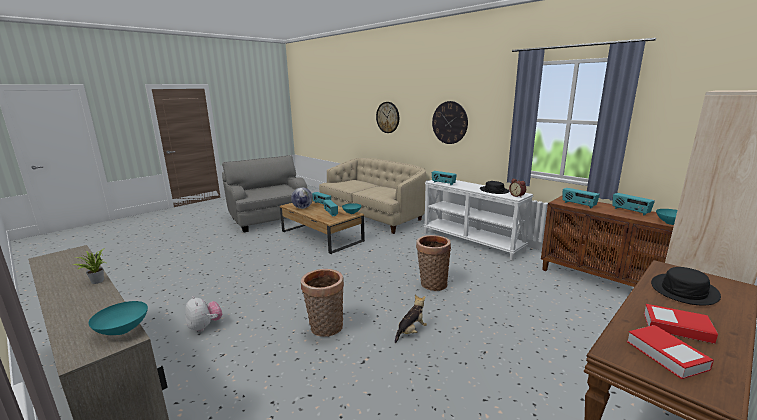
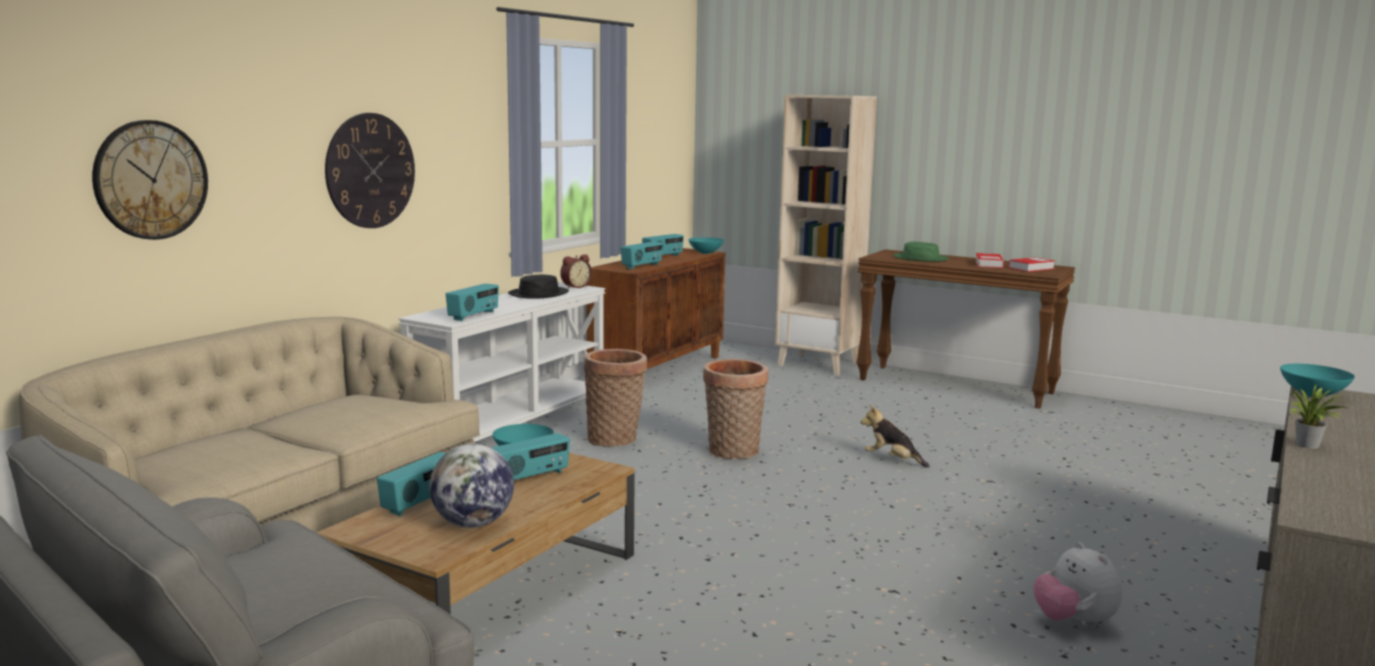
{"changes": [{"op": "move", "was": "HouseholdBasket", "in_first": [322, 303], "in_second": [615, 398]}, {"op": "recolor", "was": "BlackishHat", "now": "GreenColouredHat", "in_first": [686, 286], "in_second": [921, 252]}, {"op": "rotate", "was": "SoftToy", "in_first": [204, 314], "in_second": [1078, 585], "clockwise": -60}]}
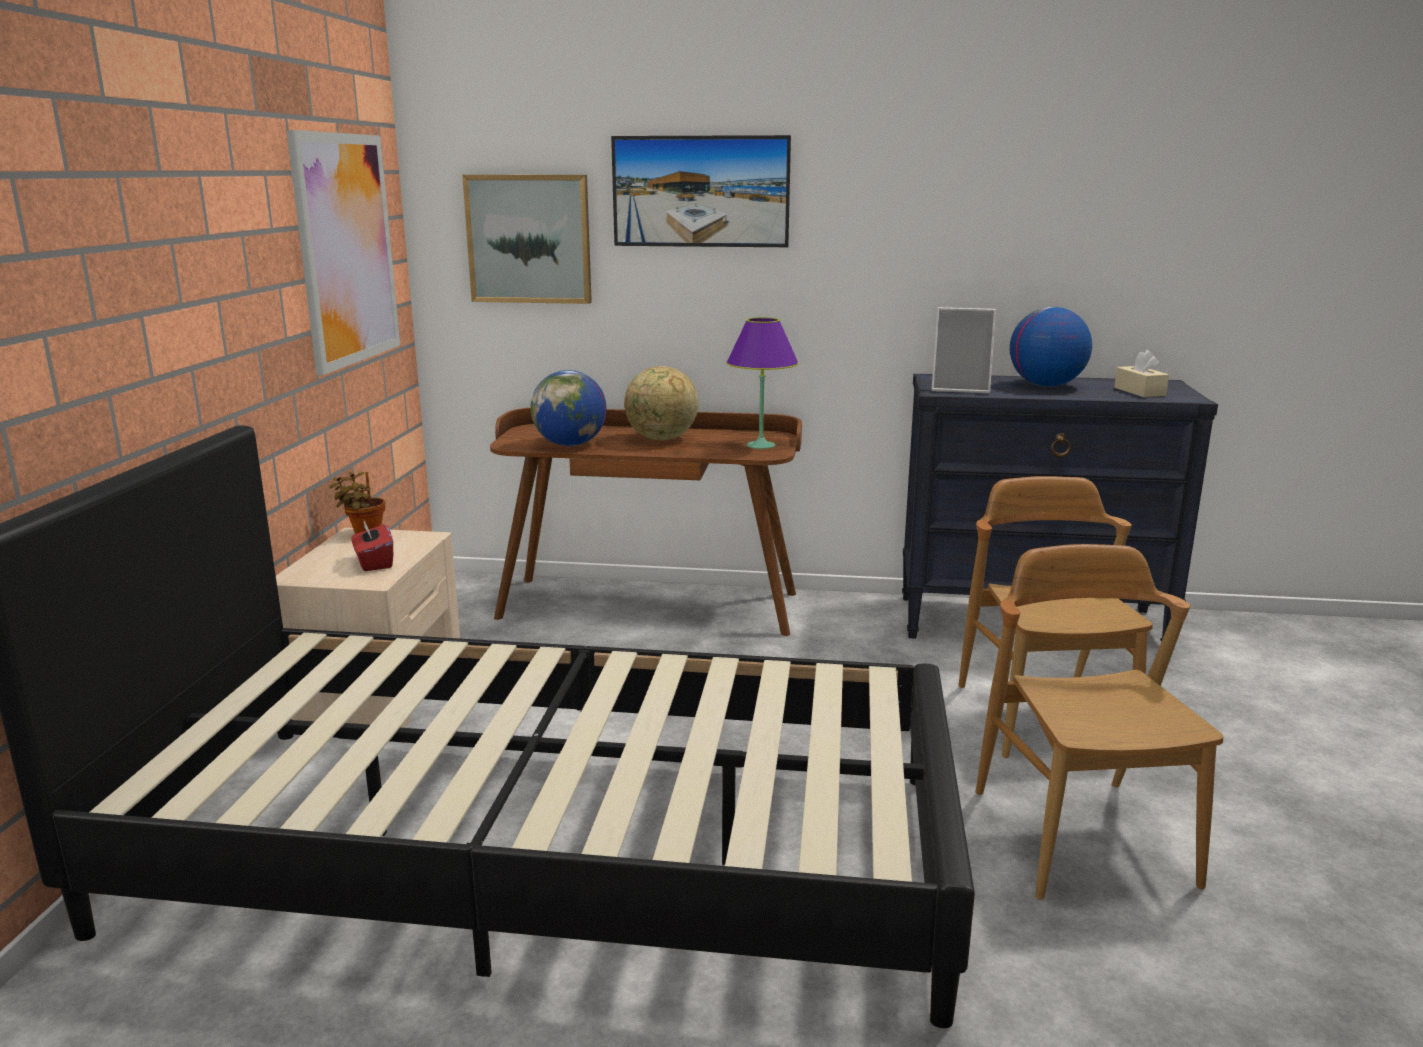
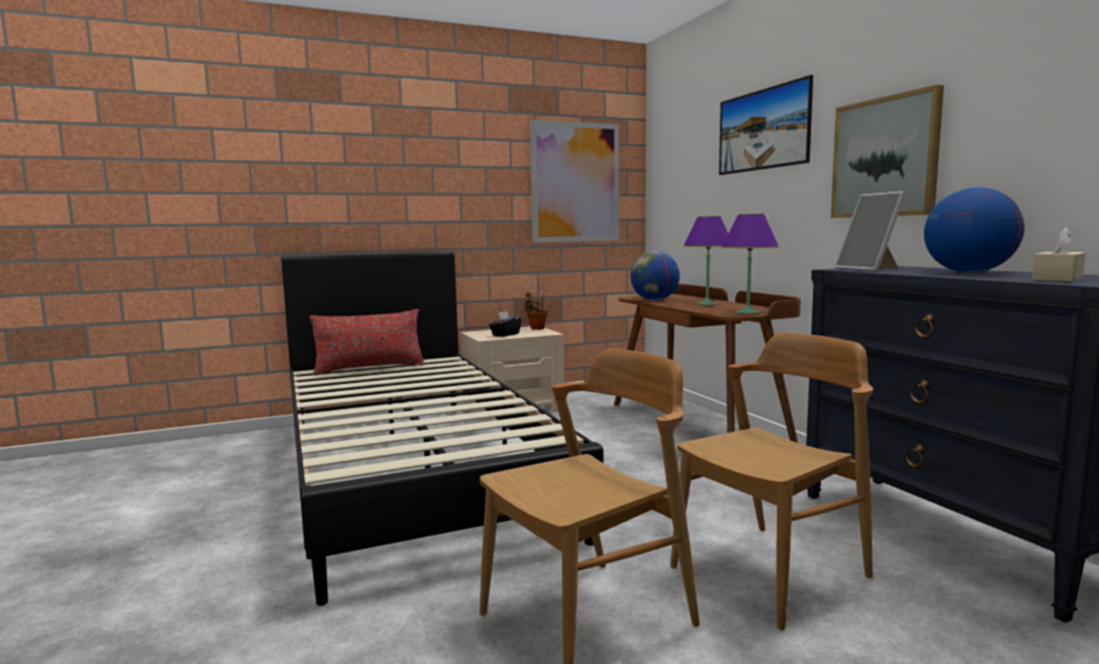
{"changes": [{"op": "insert", "now": "RedPillow", "in_second": [367, 342]}, {"op": "move", "was": "Picture", "in_first": [527, 239], "in_second": [887, 151]}, {"op": "replace", "was": "DeskGlobe", "now": "PurplishTableLamp", "in_first": [661, 403], "in_second": [705, 260]}, {"op": "recolor", "was": "RedTissueBox", "now": "BlackishTissueBox", "in_first": [372, 545], "in_second": [505, 324]}]}
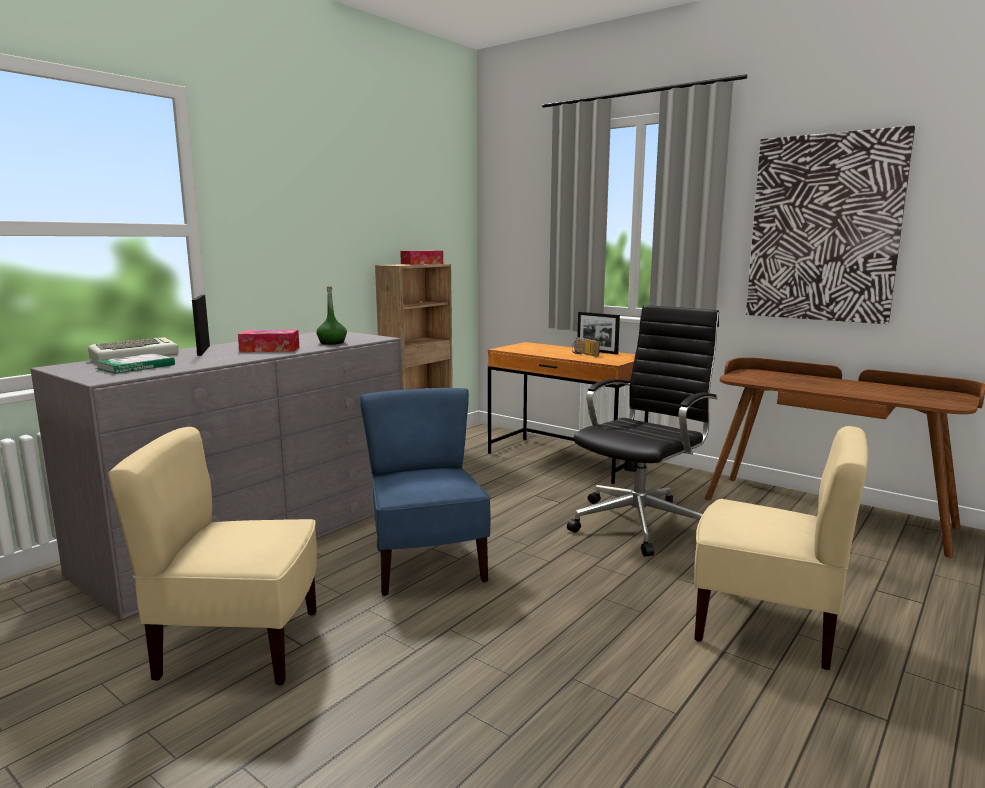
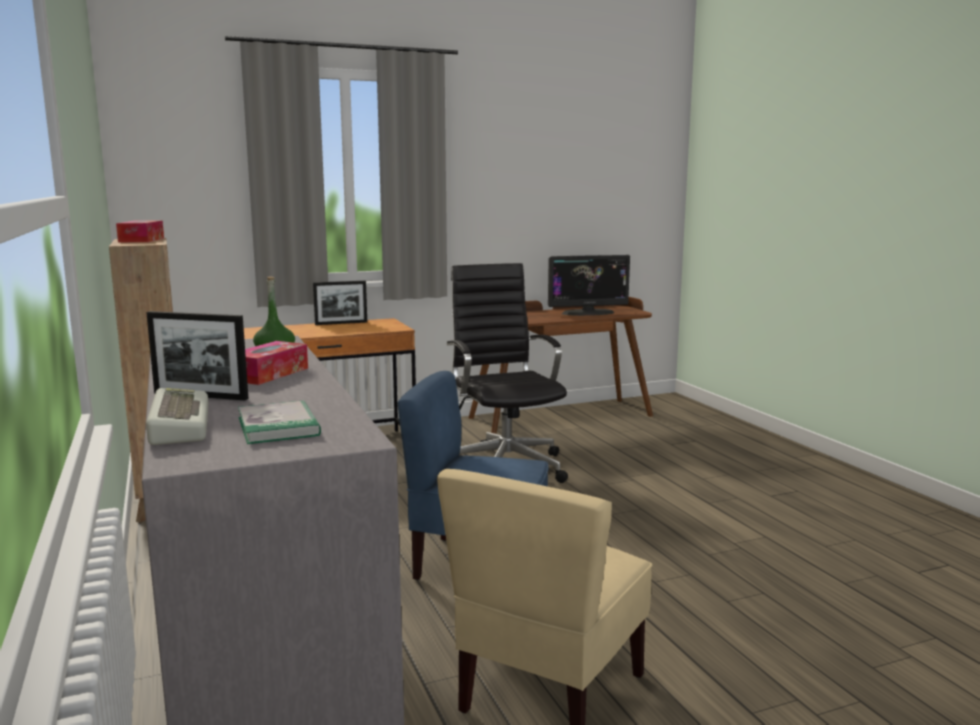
{"changes": [{"op": "delete", "was": "Radio", "in_first": [586, 347]}, {"op": "delete", "was": "SandColouredUprightChair", "in_first": [781, 548]}, {"op": "delete", "was": "Picture", "in_first": [830, 225]}, {"op": "insert", "now": "ComputerDisplay", "in_second": [589, 285]}]}
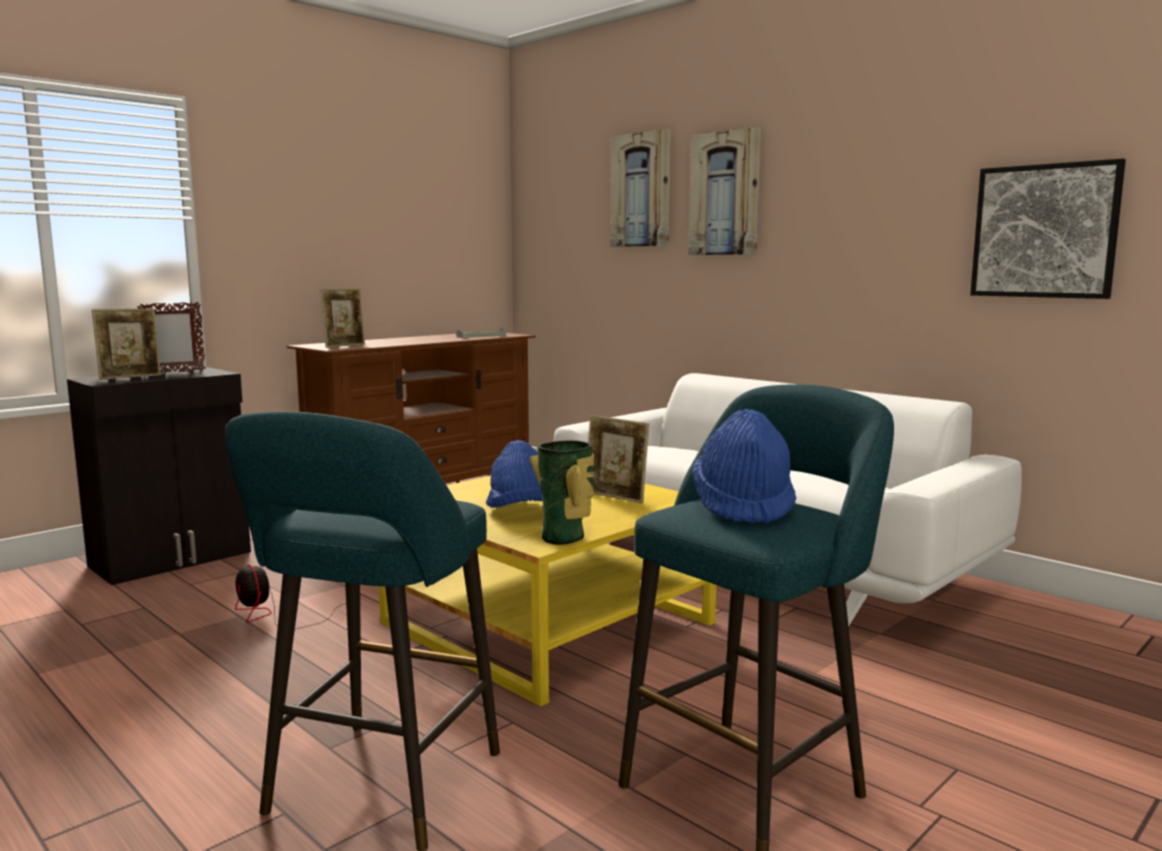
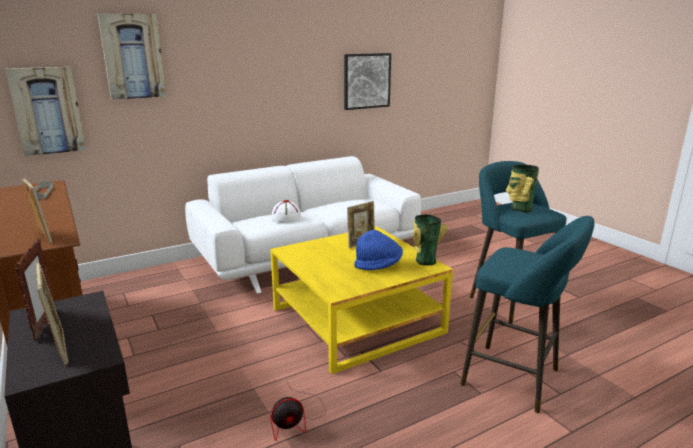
{"changes": [{"op": "insert", "now": "WhiteColouredHat", "in_second": [286, 211]}, {"op": "move", "was": "Picture", "in_first": [724, 191], "in_second": [45, 111]}, {"op": "replace", "was": "BlueColouredHat", "now": "DecorativeVase", "in_first": [744, 466], "in_second": [522, 188]}]}
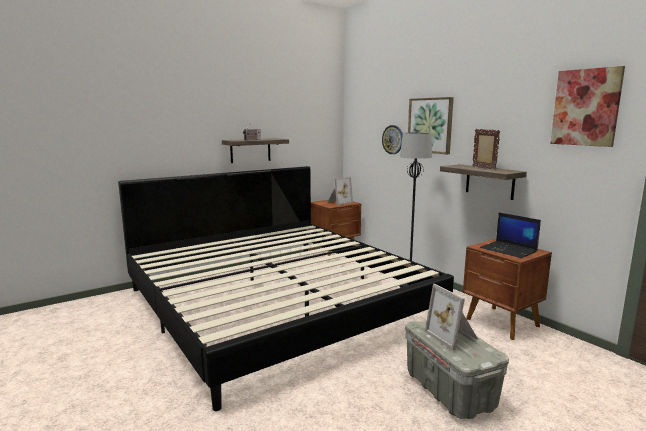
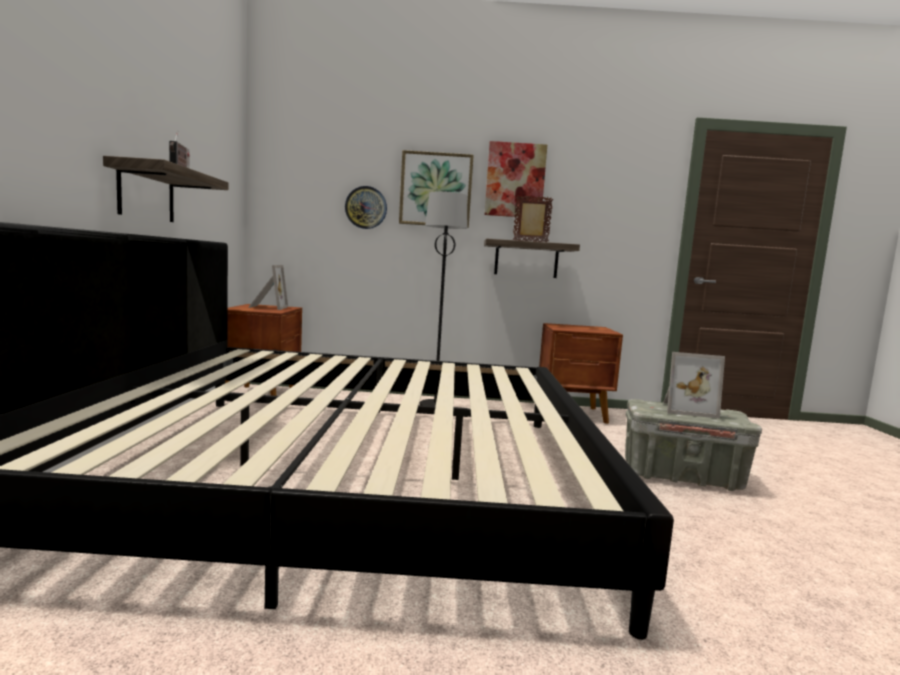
{"changes": [{"op": "delete", "was": "Laptop", "in_first": [510, 235]}, {"op": "move", "was": "Picture", "in_first": [587, 106], "in_second": [515, 179]}]}
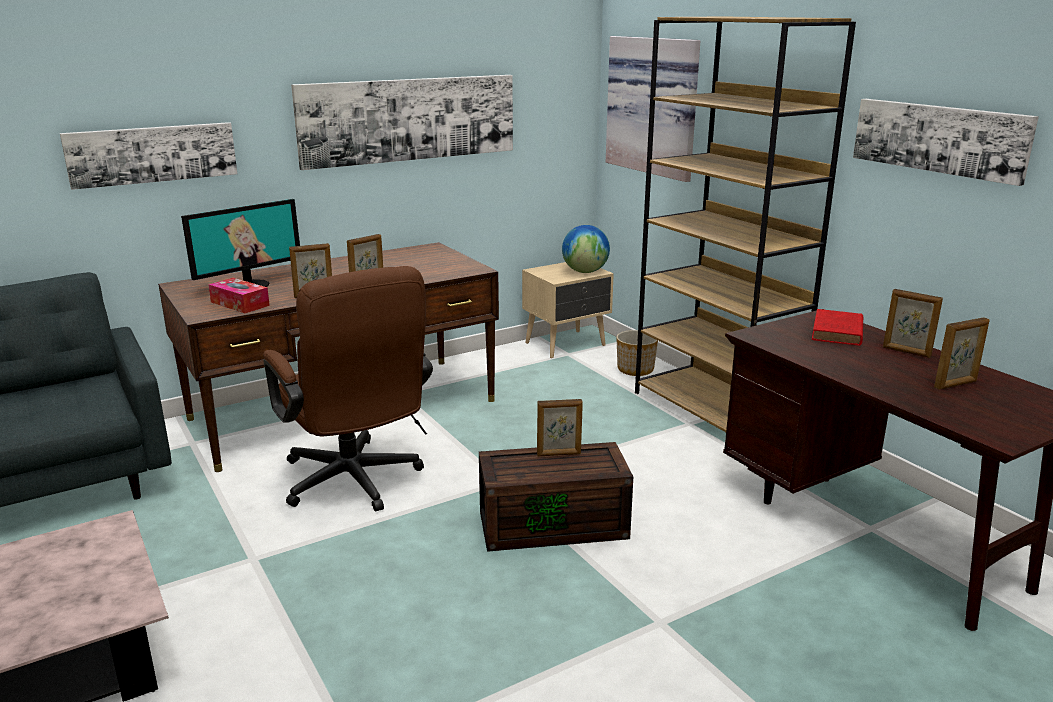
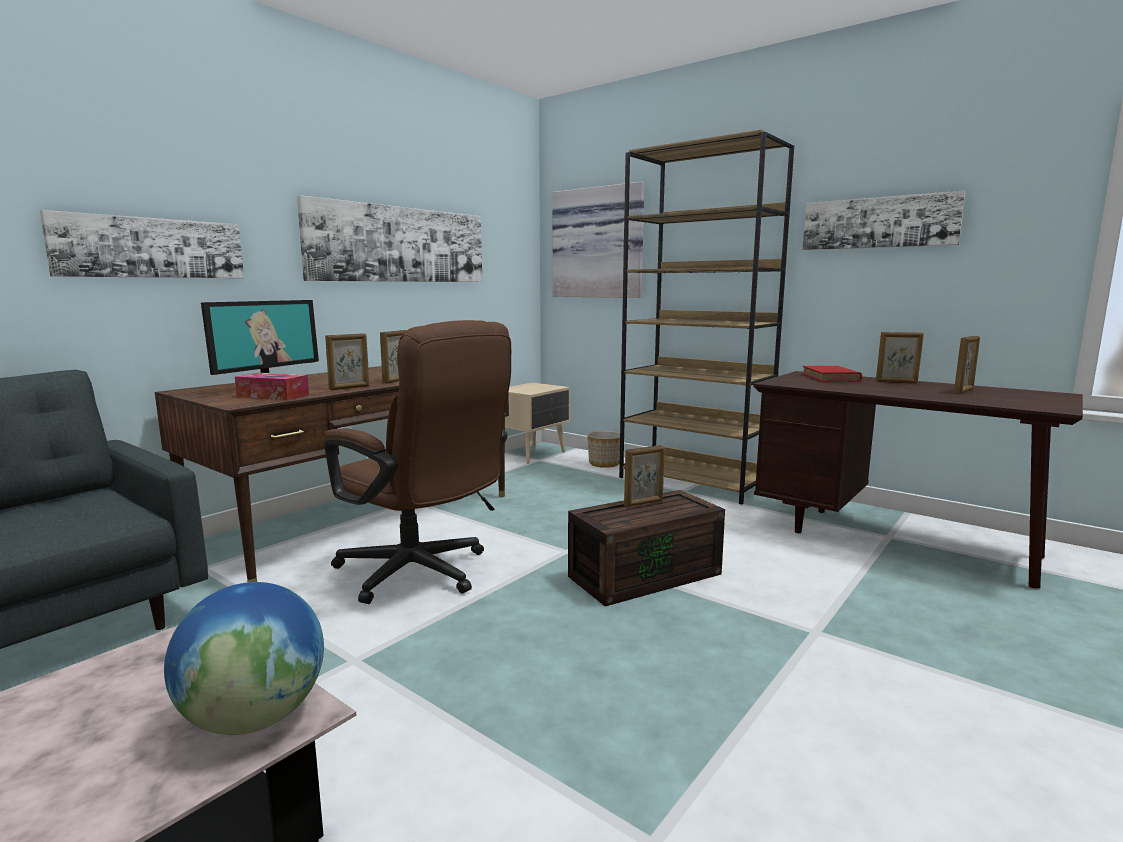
{"changes": [{"op": "move", "was": "DeskGlobe", "in_first": [586, 249], "in_second": [244, 658]}]}
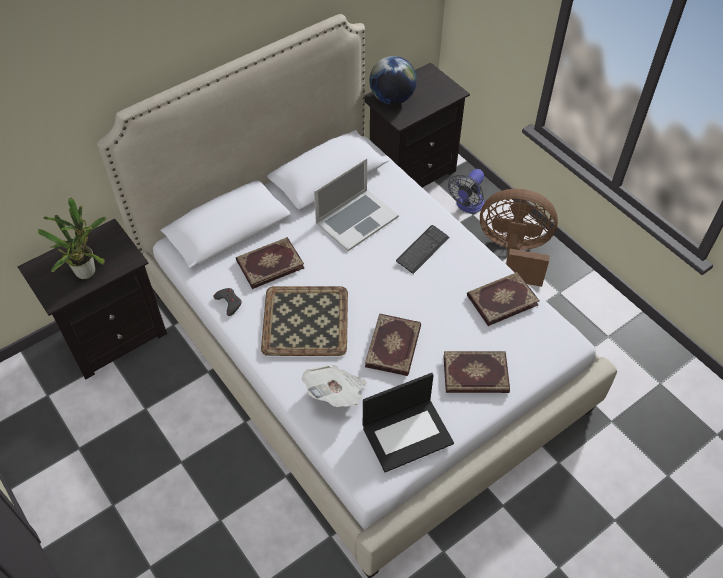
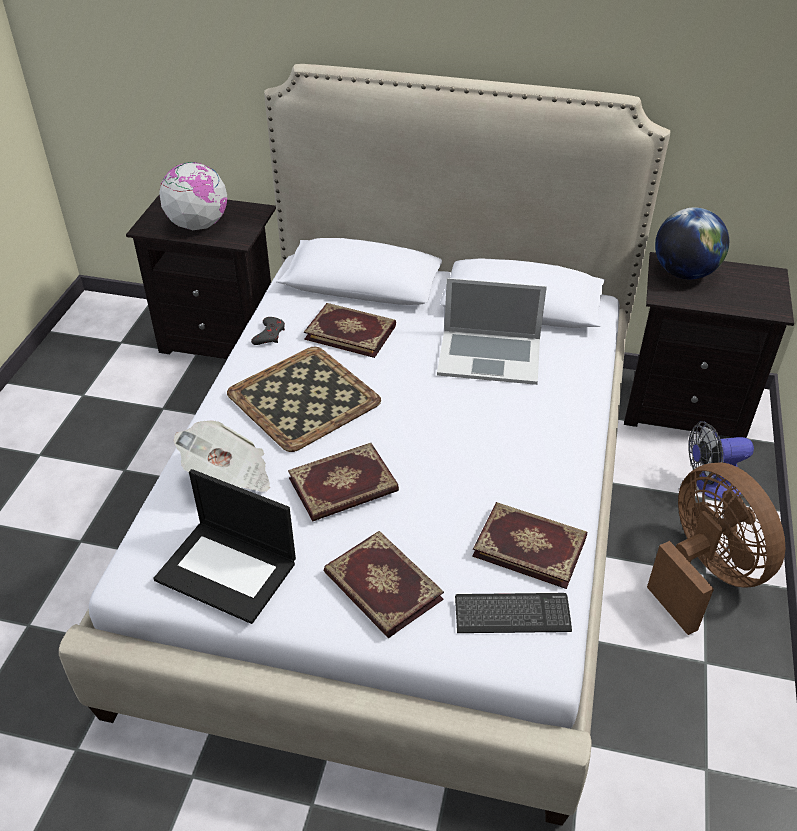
{"changes": [{"op": "move", "was": "ComputerKeyboard", "in_first": [422, 249], "in_second": [513, 613]}, {"op": "replace", "was": "PlantInAPot", "now": "DeskGlobe", "in_first": [72, 238], "in_second": [193, 196]}]}
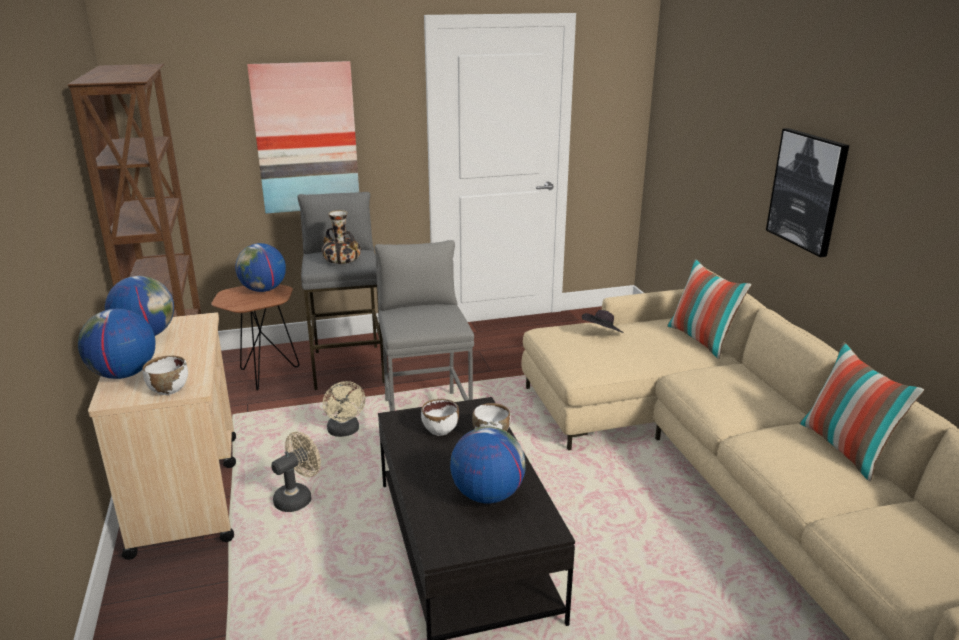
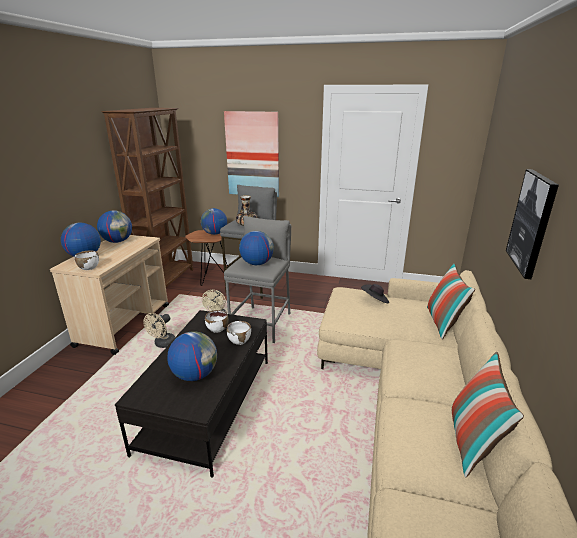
{"changes": [{"op": "insert", "now": "DeskGlobe", "in_second": [256, 248]}, {"op": "rotate", "was": "SandColouredFan", "in_first": [296, 471], "in_second": [159, 330], "clockwise": 135}]}
